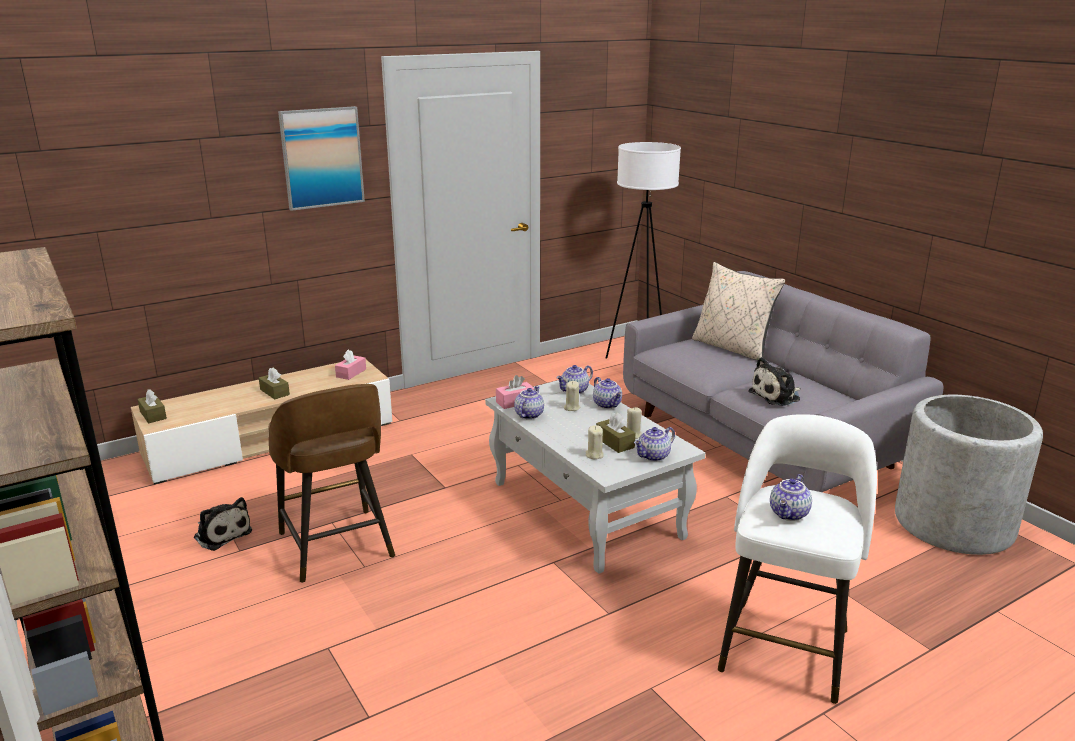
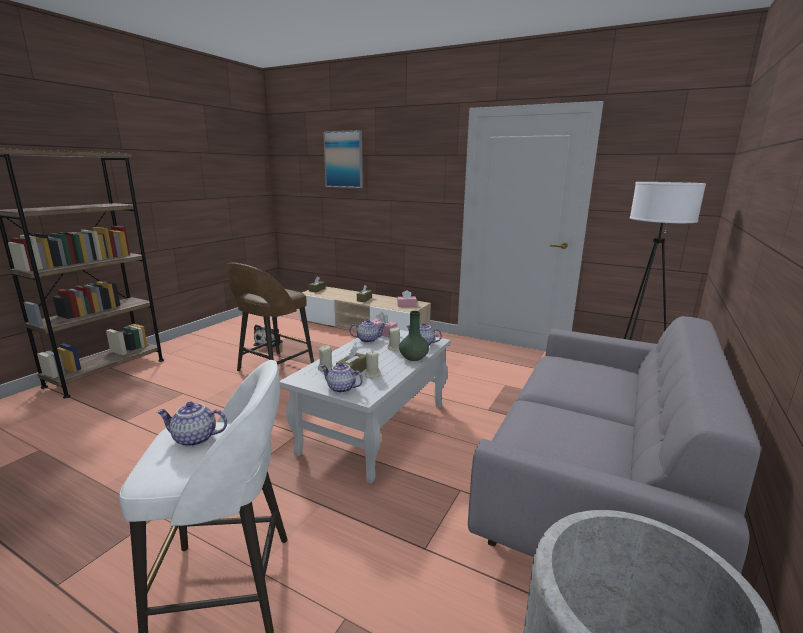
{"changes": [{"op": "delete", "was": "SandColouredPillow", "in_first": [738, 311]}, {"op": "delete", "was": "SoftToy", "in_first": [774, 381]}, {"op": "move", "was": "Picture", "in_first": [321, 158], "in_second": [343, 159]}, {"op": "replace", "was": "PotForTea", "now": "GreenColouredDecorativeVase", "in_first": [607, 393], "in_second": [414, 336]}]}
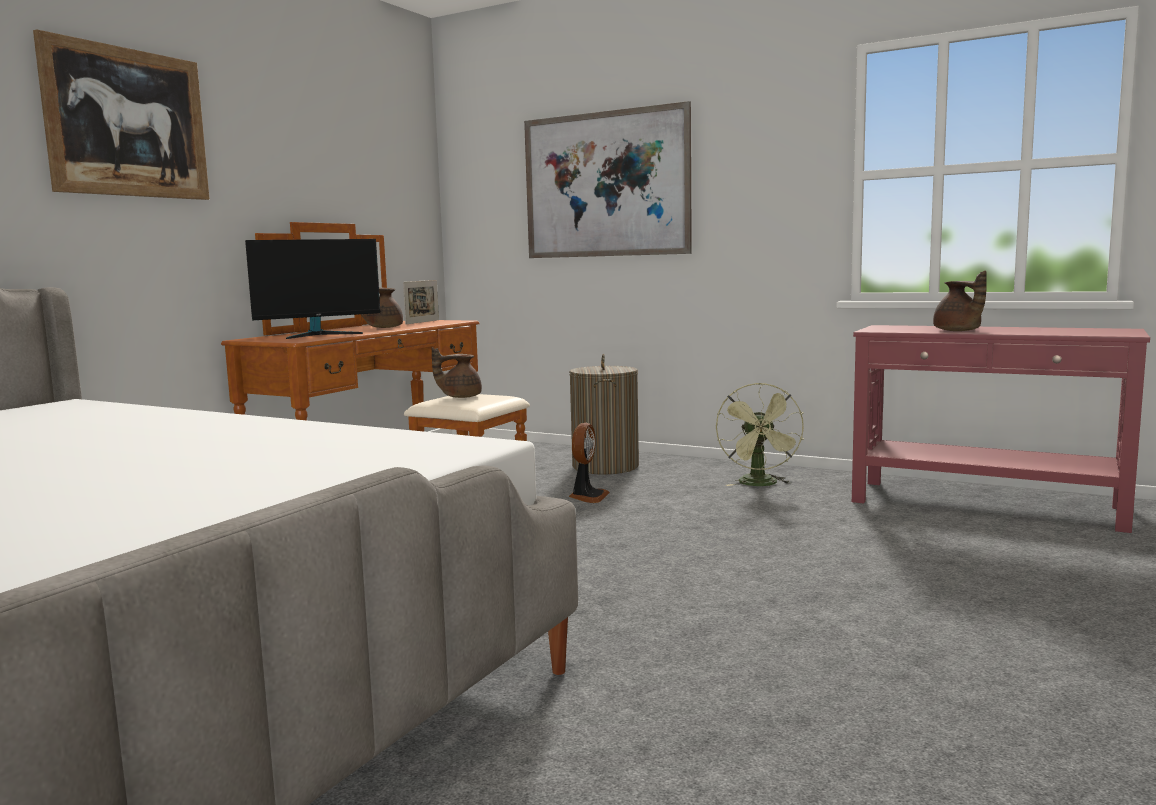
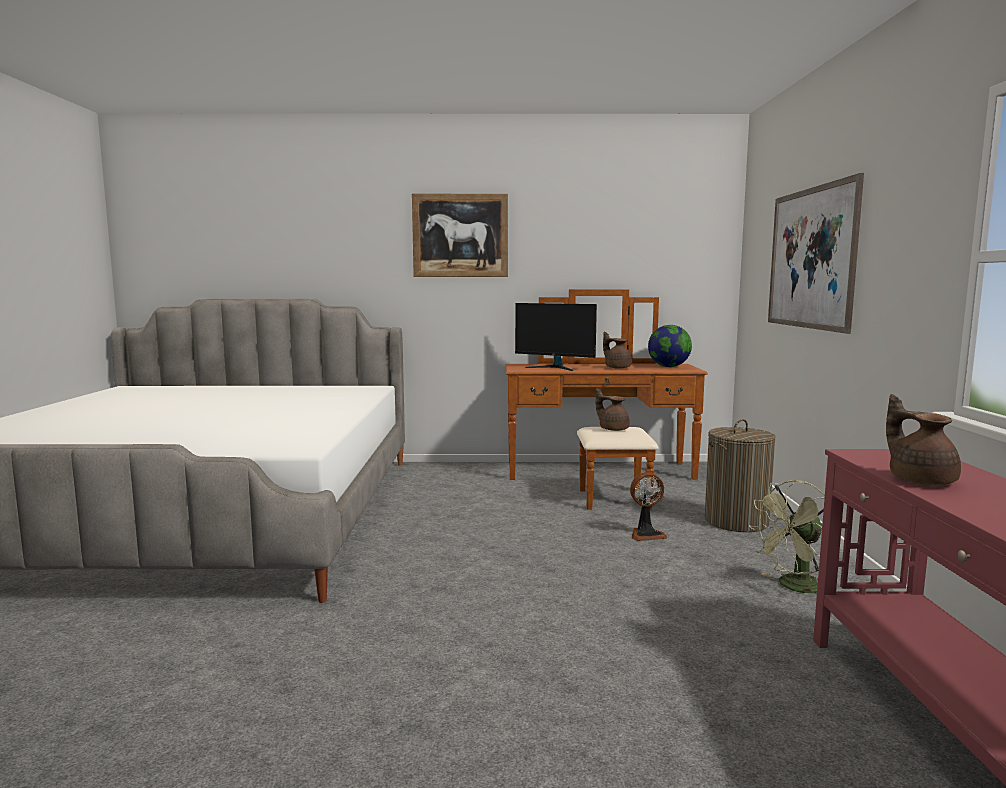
{"changes": [{"op": "replace", "was": "PictureFrame", "now": "DeskGlobe", "in_first": [421, 302], "in_second": [670, 346]}, {"op": "rotate", "was": "BrownColouredPotForTea", "in_first": [960, 301], "in_second": [923, 439], "clockwise": 120}]}
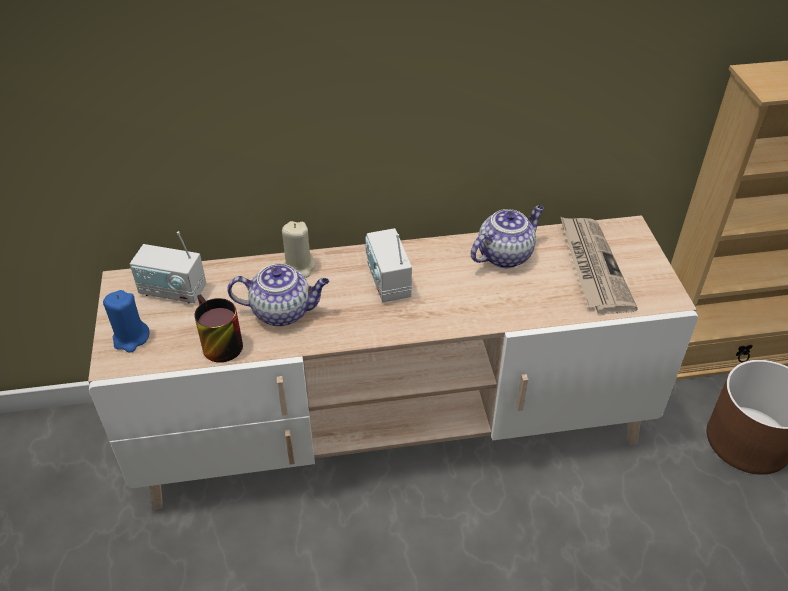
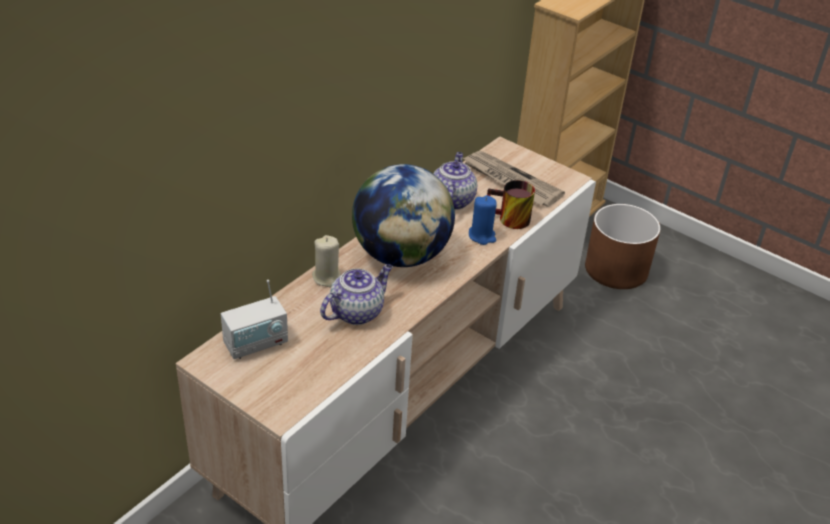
{"changes": [{"op": "move", "was": "BlueColouredWaxCandle", "in_first": [126, 321], "in_second": [483, 220]}, {"op": "move", "was": "Mug", "in_first": [218, 328], "in_second": [511, 204]}, {"op": "replace", "was": "Radio", "now": "DeskGlobe", "in_first": [388, 265], "in_second": [403, 215]}]}
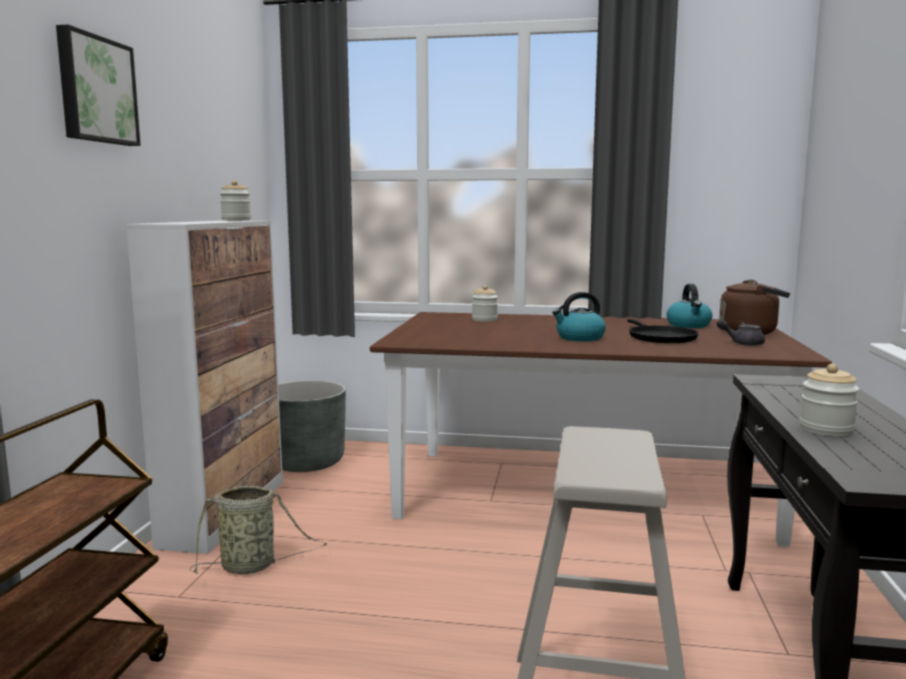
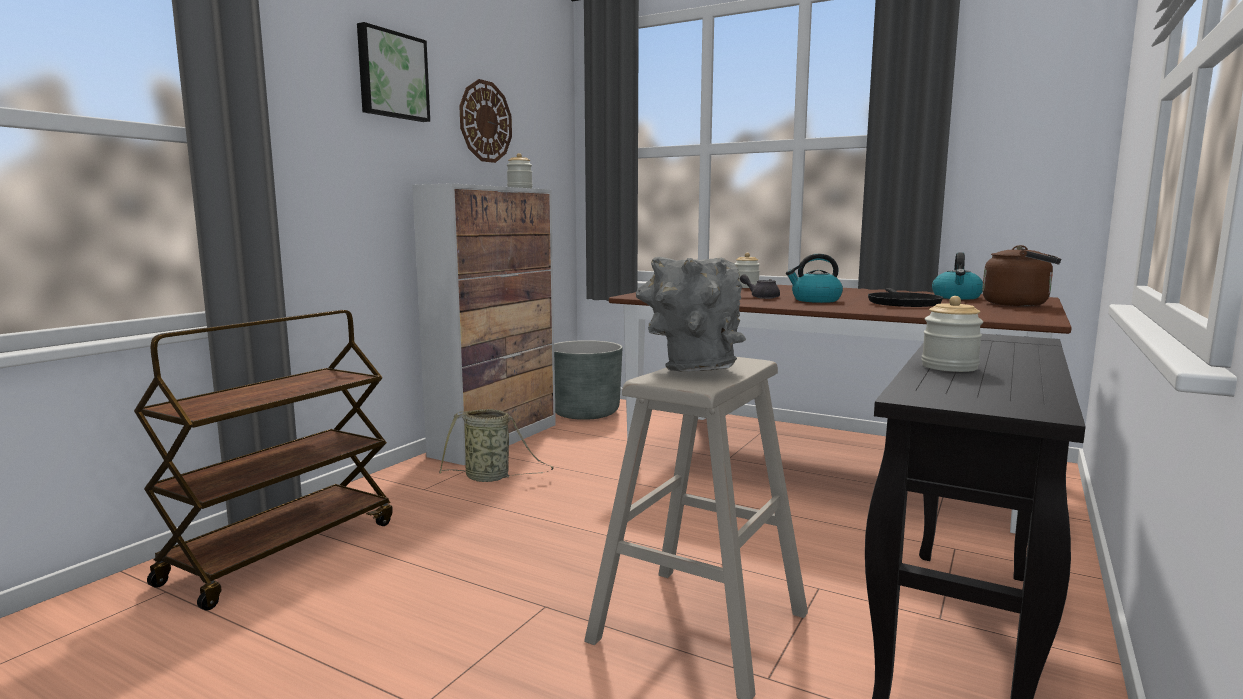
{"changes": [{"op": "insert", "now": "HangingClock", "in_second": [485, 121]}, {"op": "insert", "now": "GreyDecorativeVase", "in_second": [691, 314]}, {"op": "move", "was": "GreyPotForTea", "in_first": [741, 332], "in_second": [760, 286]}]}
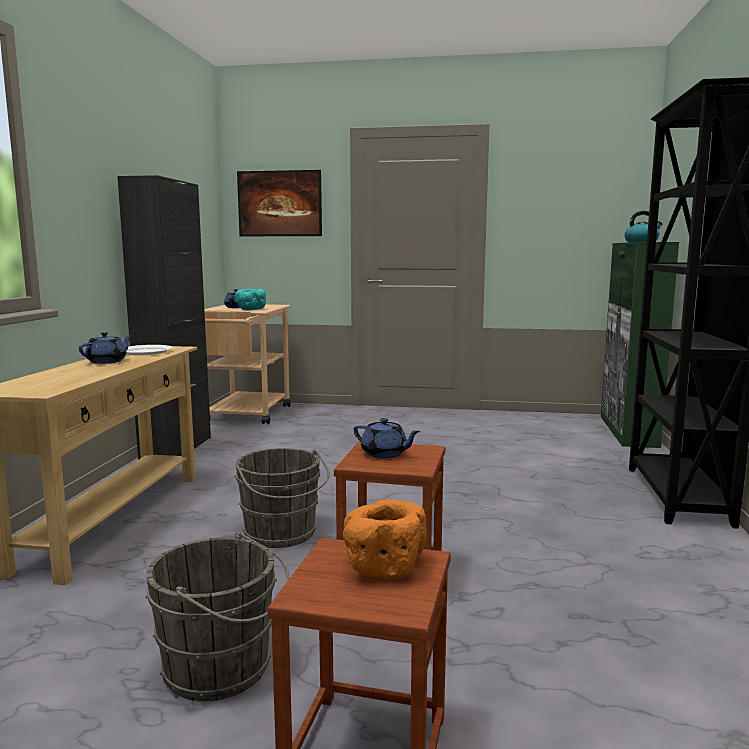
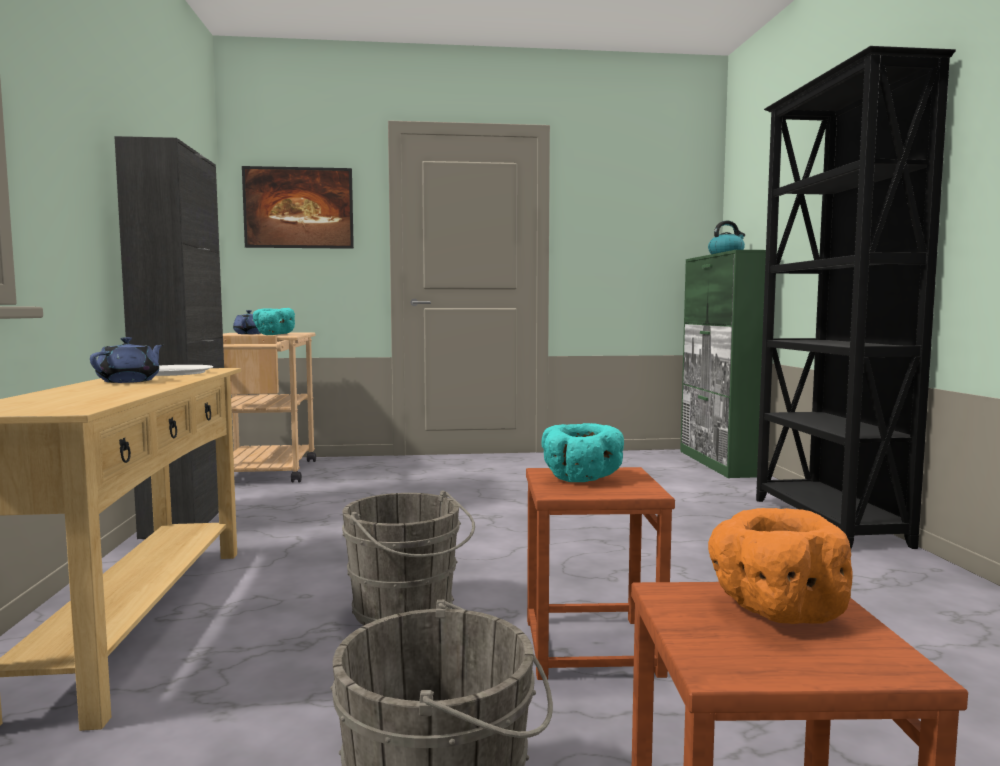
{"changes": [{"op": "replace", "was": "BlueColouredPotForTea", "now": "TurquoiseColouredBowl", "in_first": [387, 438], "in_second": [582, 452]}]}
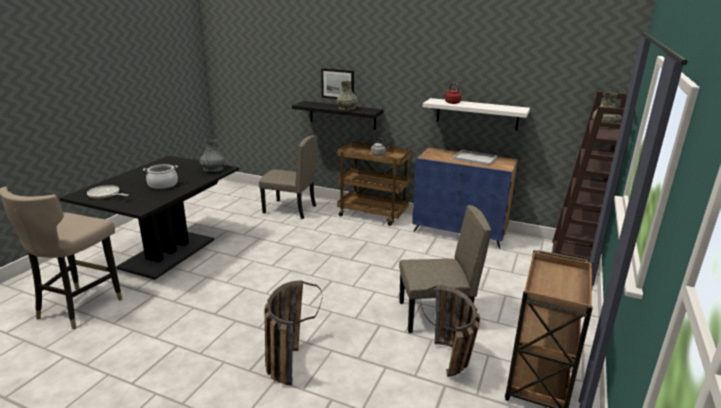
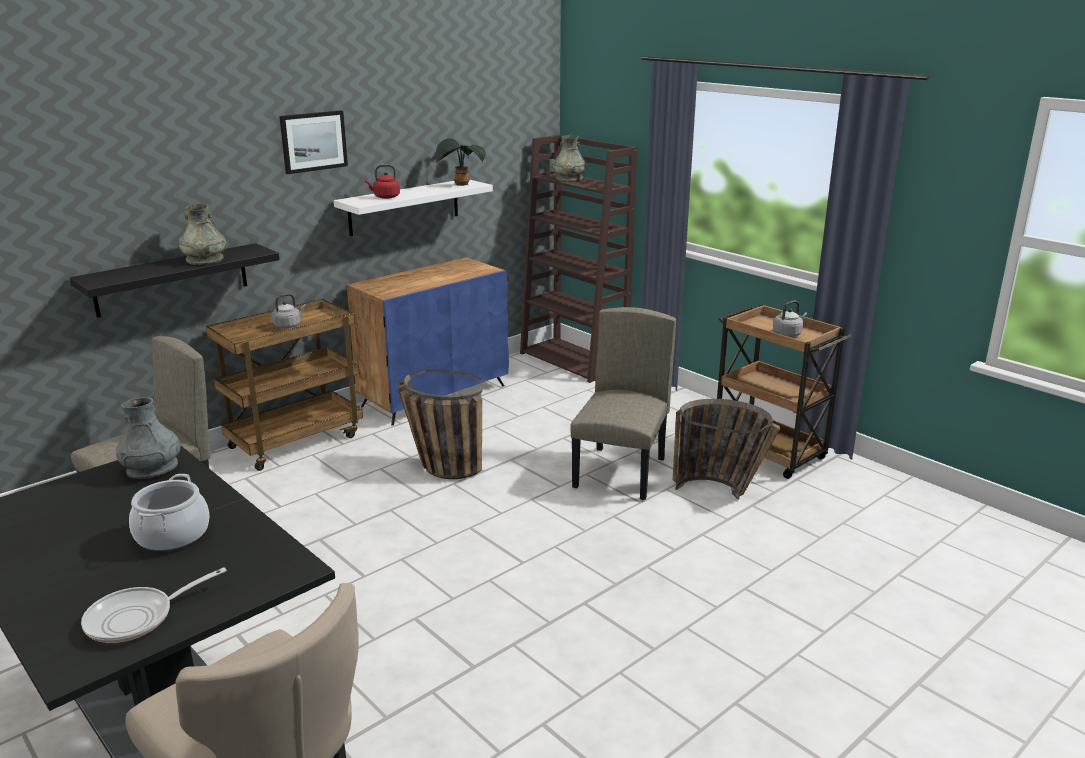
{"changes": [{"op": "delete", "was": "WhiteColouredServingTray", "in_first": [474, 158]}, {"op": "insert", "now": "PlantInAPot", "in_second": [461, 162]}, {"op": "insert", "now": "GreyWaterKettle", "in_second": [790, 319]}, {"op": "move", "was": "HouseholdBasket", "in_first": [294, 332], "in_second": [440, 424]}, {"op": "move", "was": "Picture", "in_first": [337, 83], "in_second": [313, 142]}]}
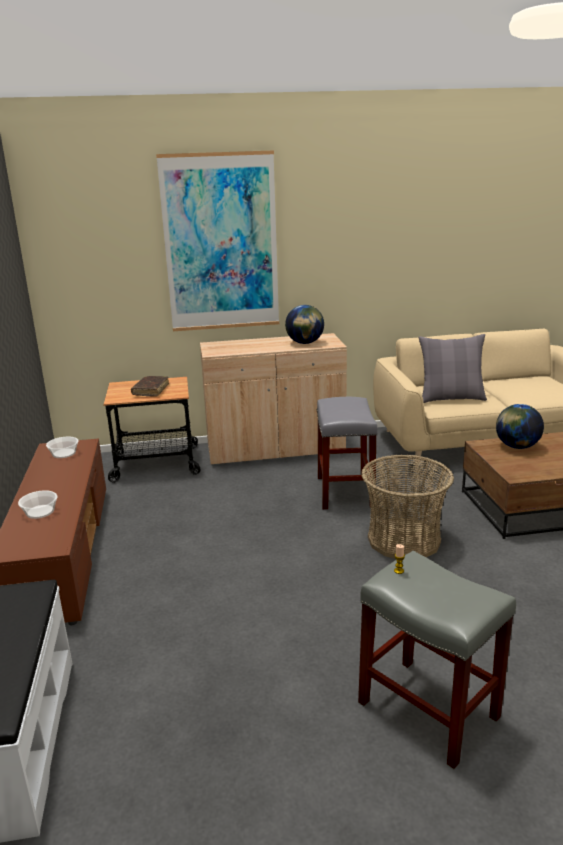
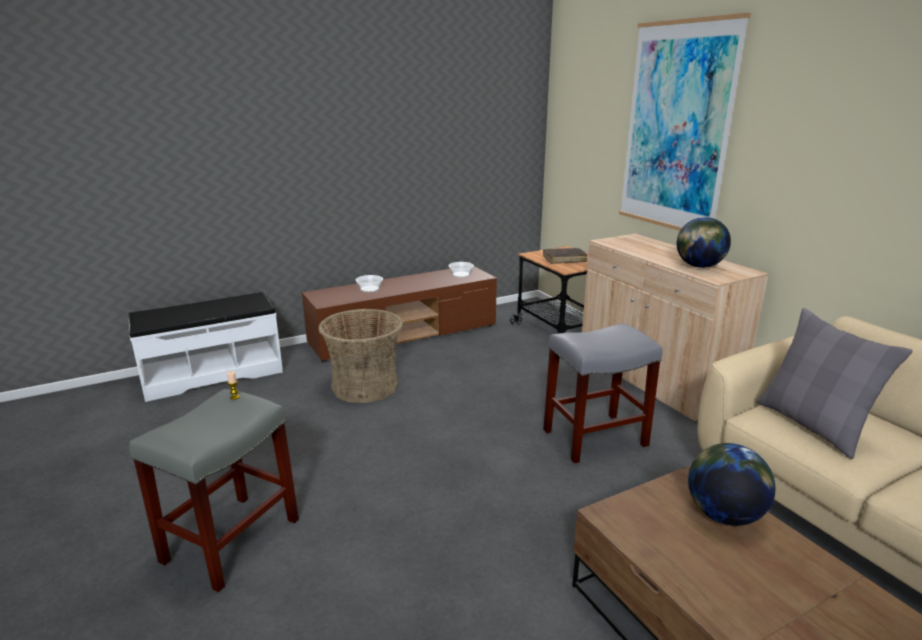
{"changes": [{"op": "move", "was": "HouseholdBasket", "in_first": [407, 506], "in_second": [360, 356]}]}
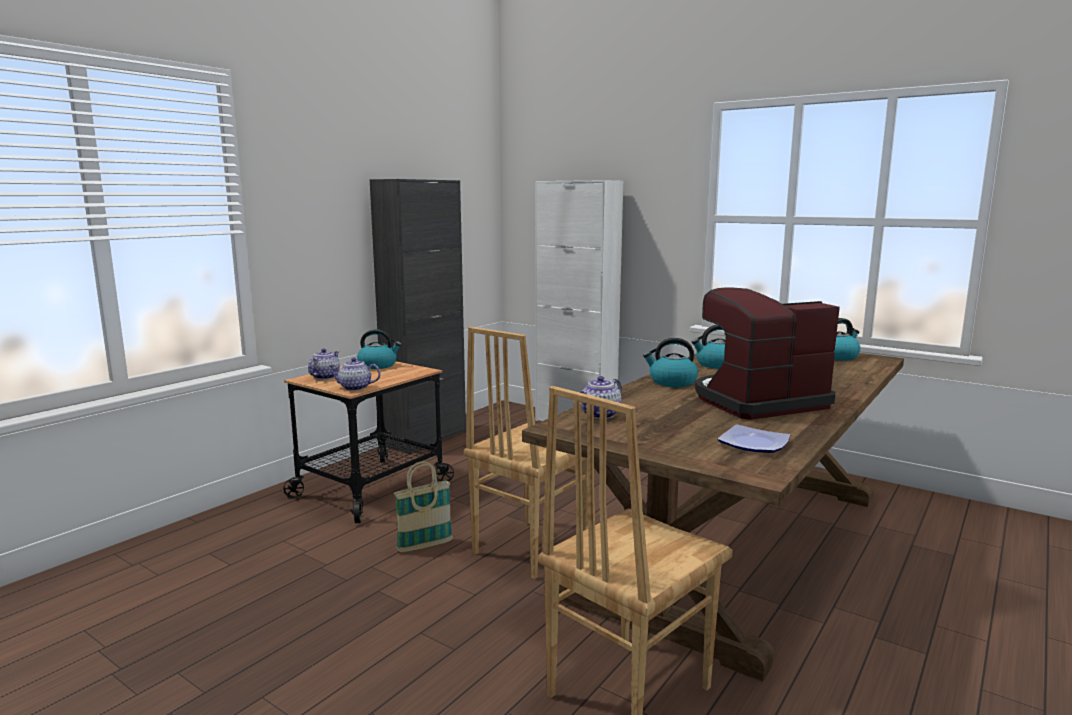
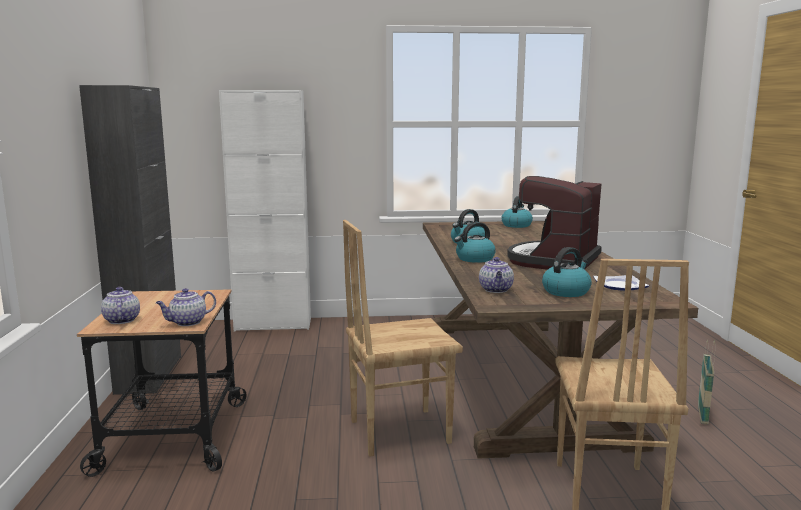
{"changes": [{"op": "move", "was": "WaterKettle", "in_first": [379, 349], "in_second": [567, 272]}, {"op": "move", "was": "HouseholdBasket", "in_first": [423, 506], "in_second": [706, 382]}, {"op": "rotate", "was": "BrownColouredUprightChair", "in_first": [526, 453], "in_second": [403, 338], "clockwise": 75}]}
